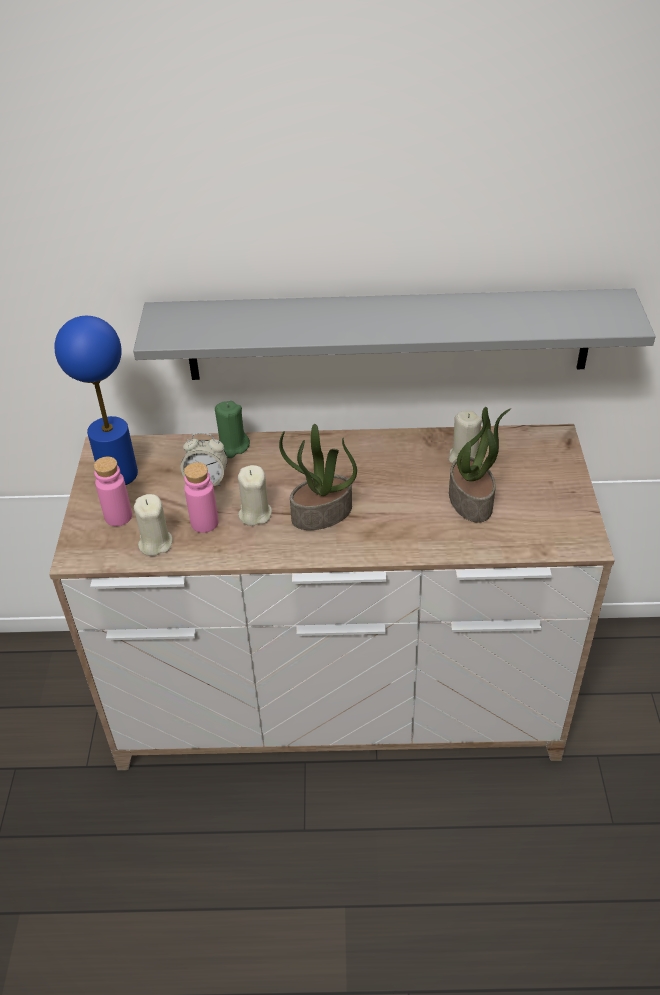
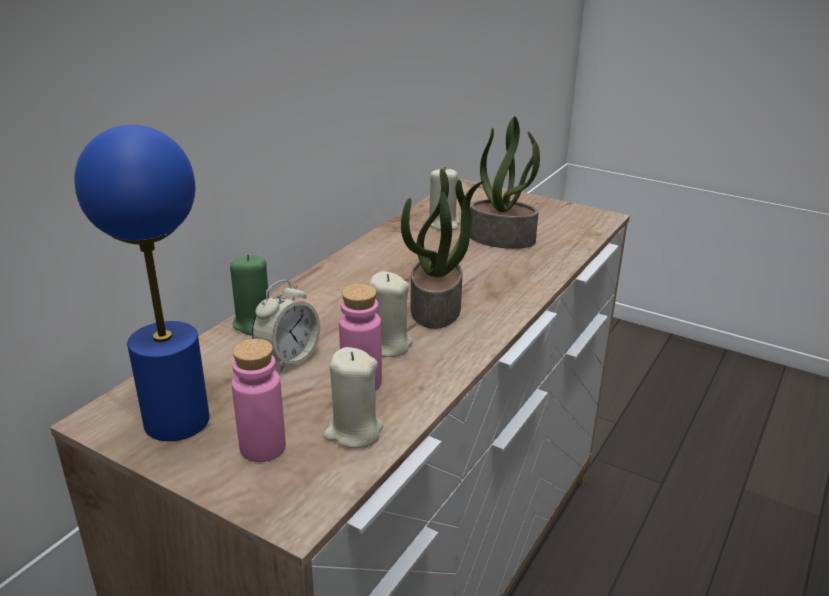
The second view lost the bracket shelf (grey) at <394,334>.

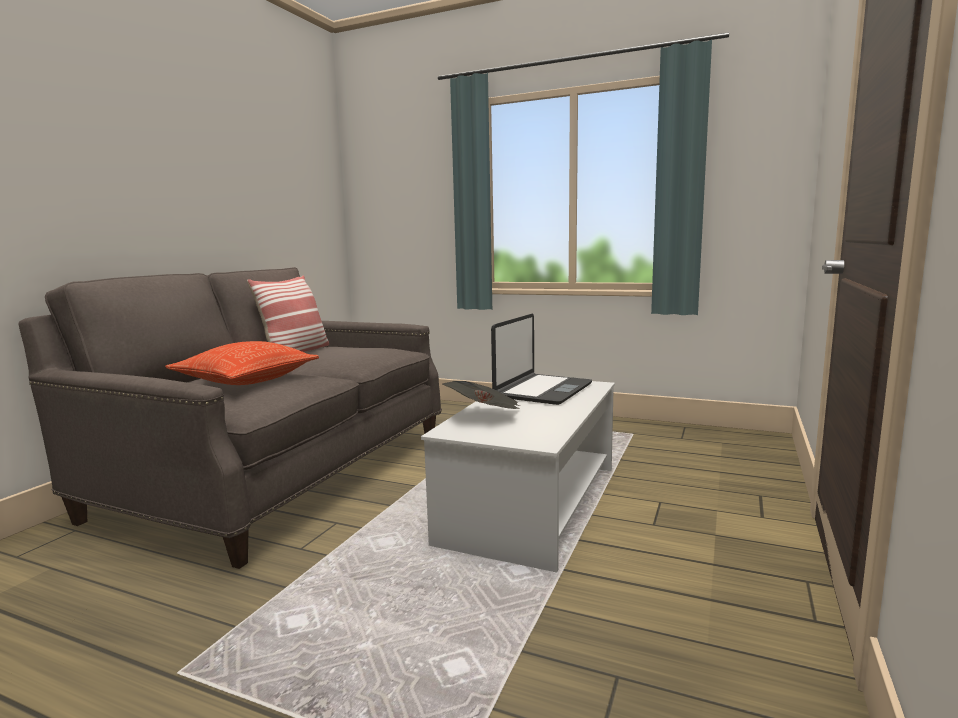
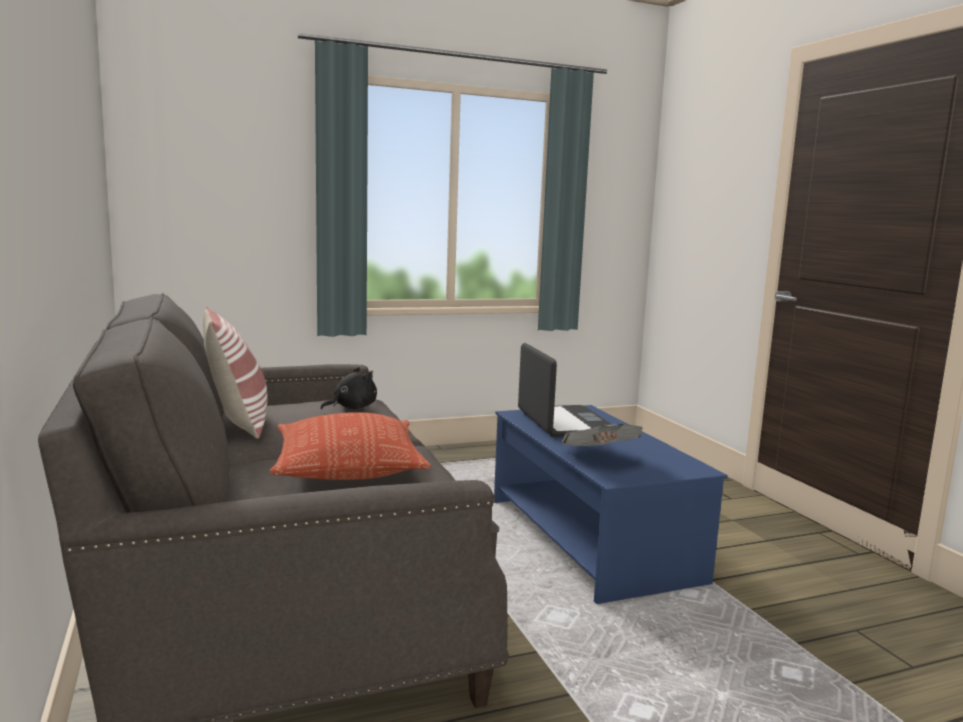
What was the low table (whitish) at <518,477> turned into the low table (bluish) at <611,504>. The second view gained the plush toy (black) at <348,388>.

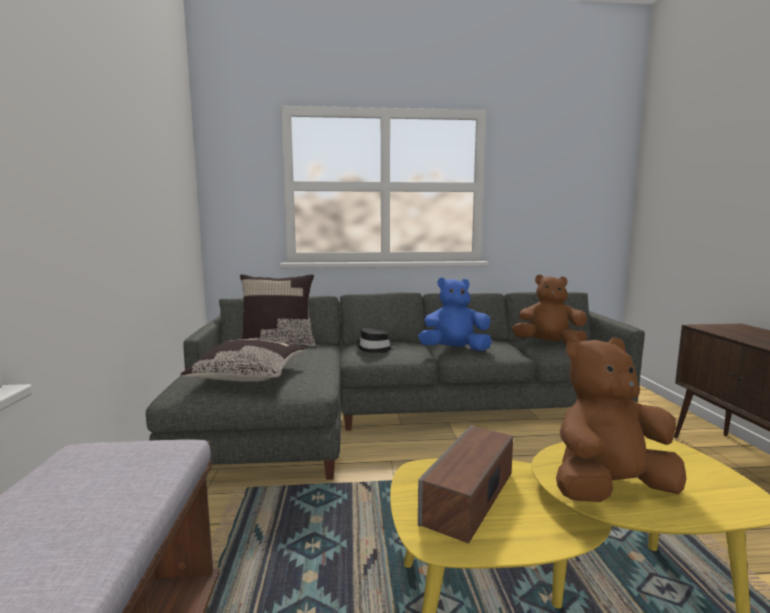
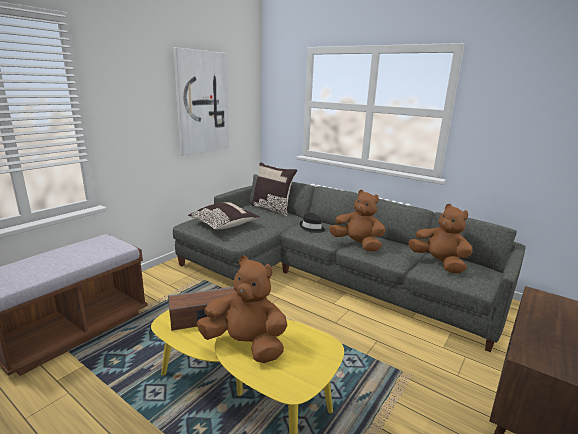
What was the plush toy (bluish) at <455,314> turned into the plush toy (brownish) at <357,221>. The second view gained the picture at <201,101>.

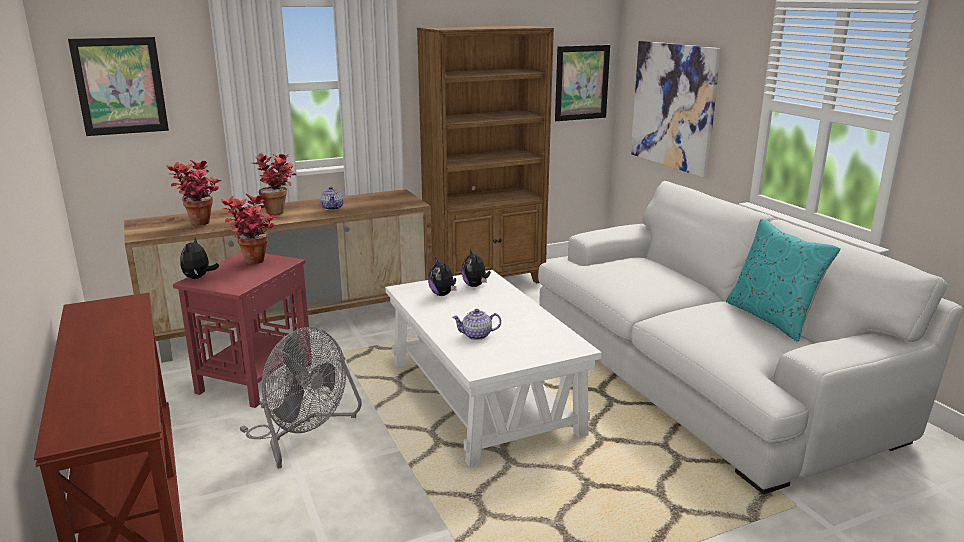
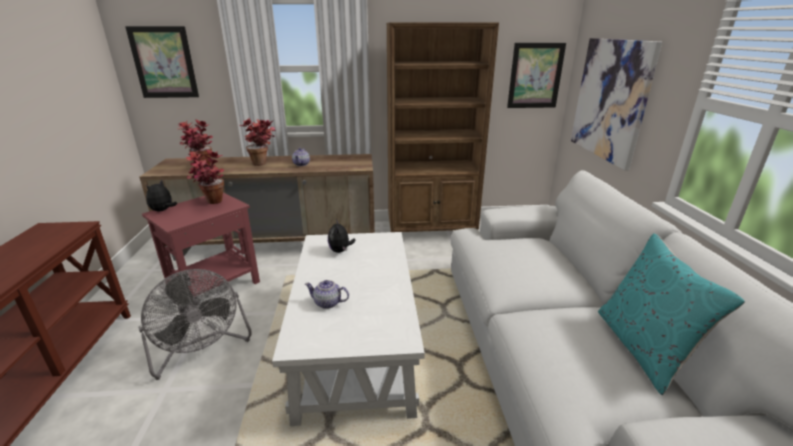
The second view lost the plush toy at <476,268>.

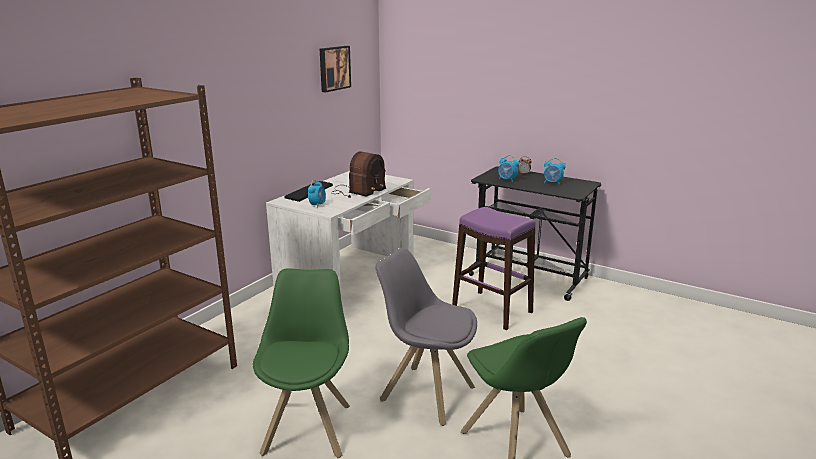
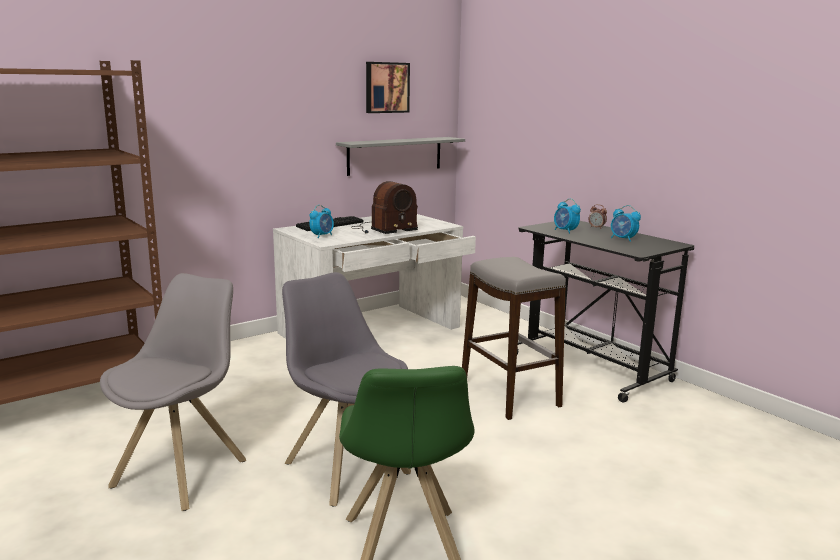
What was the stool (purplish) at <494,268> turned into the stool (grey) at <514,338>. What was the upright chair (greenish) at <301,363> turned into the upright chair (grey) at <173,392>. The second view gained the bracket shelf (grey) at <400,156>.

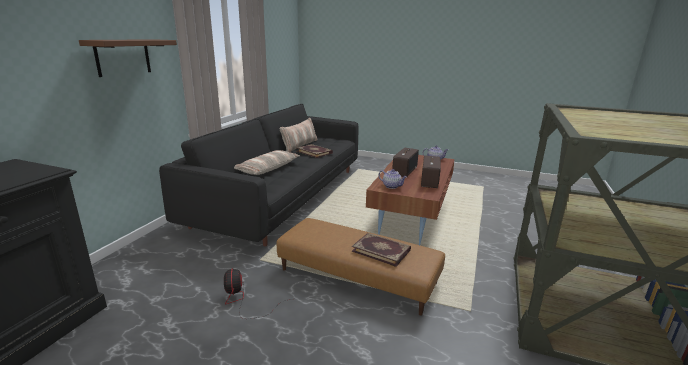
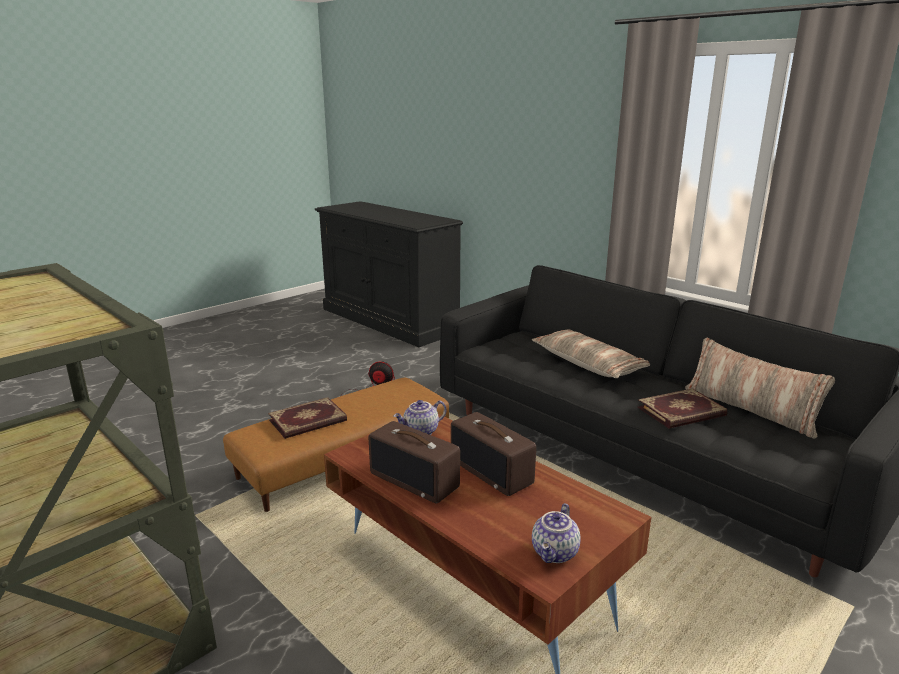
The second view lost the bracket shelf (brownish) at <128,58>.

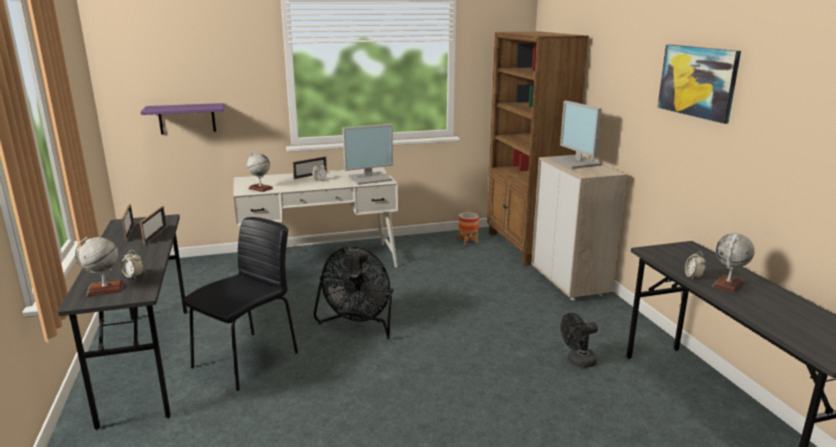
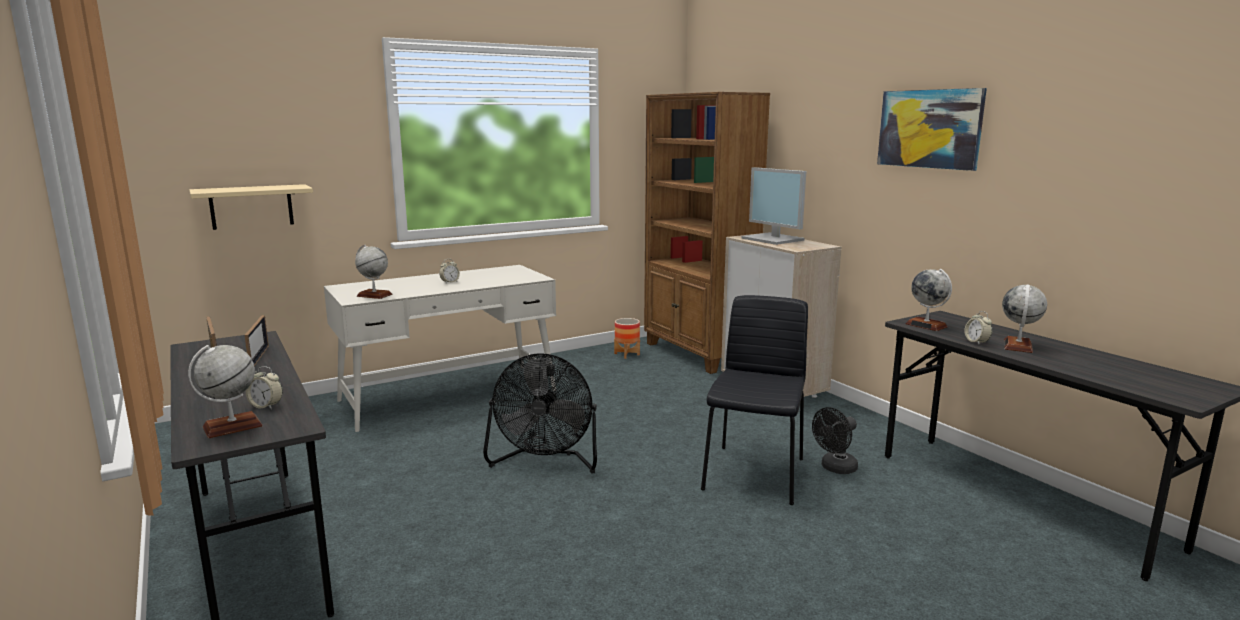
What was the bracket shelf (purplish) at <182,119> turned into the bracket shelf (sand-coloured) at <251,207>. The second view lost the monitor at <368,154>. The second view lost the photo frame at <310,167>. The upright chair (black) ended up elsewhere, having gone from <240,304> to <754,400>. The second view gained the desk globe at <928,300>.

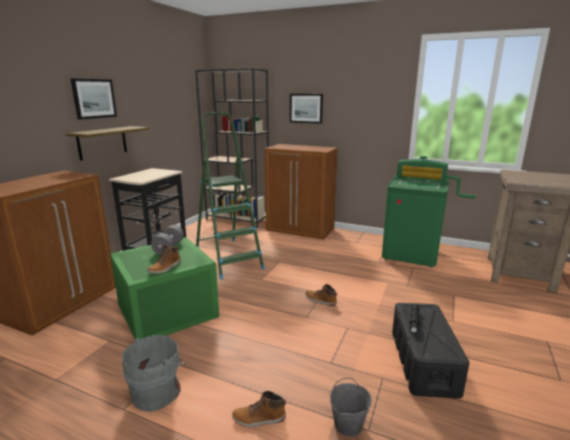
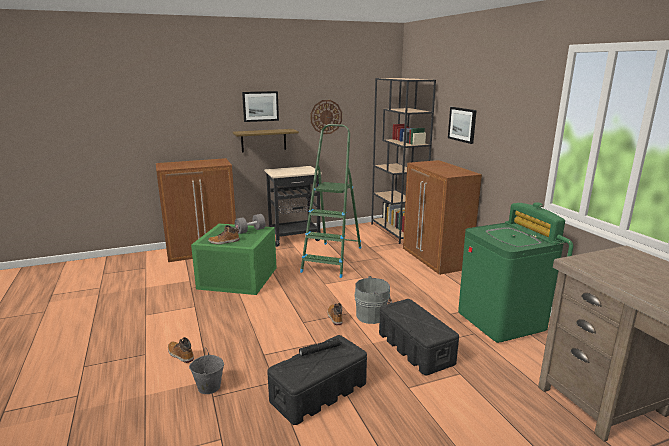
The water bucket (grey) ended up elsewhere, having gone from <154,373> to <373,300>. The second view gained the hanging clock at <326,117>. The second view gained the storage container (black) at <419,337>.

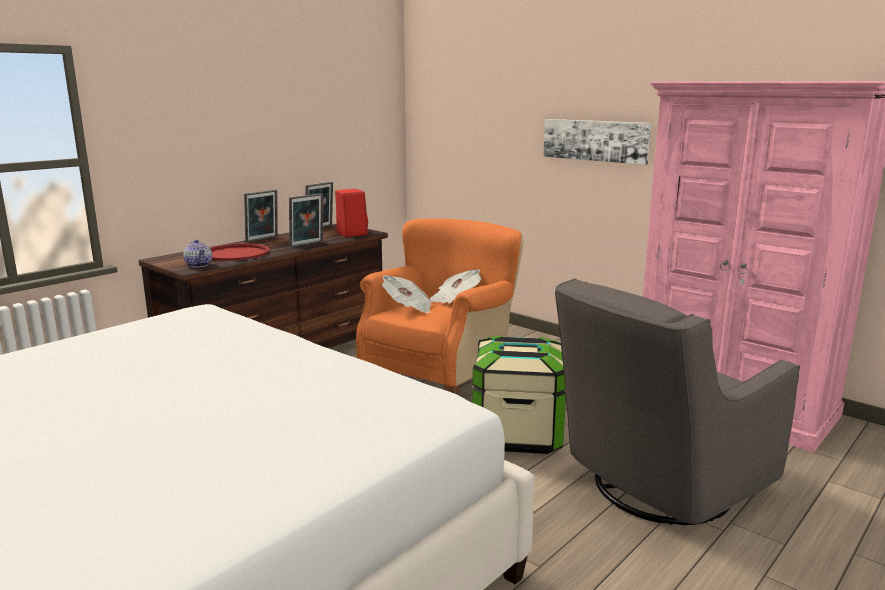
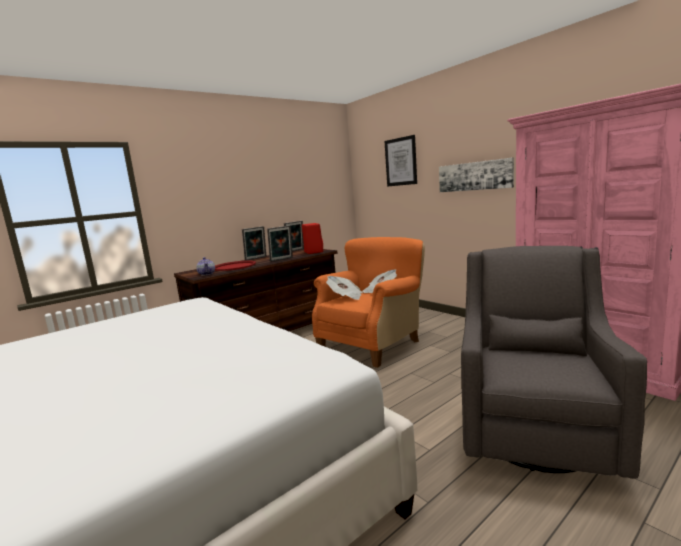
The armchair (grey) at <677,402> ended up facing another way, 135 degrees clockwise from before. The second view lost the storage container at <519,394>. The second view gained the picture at <401,161>.

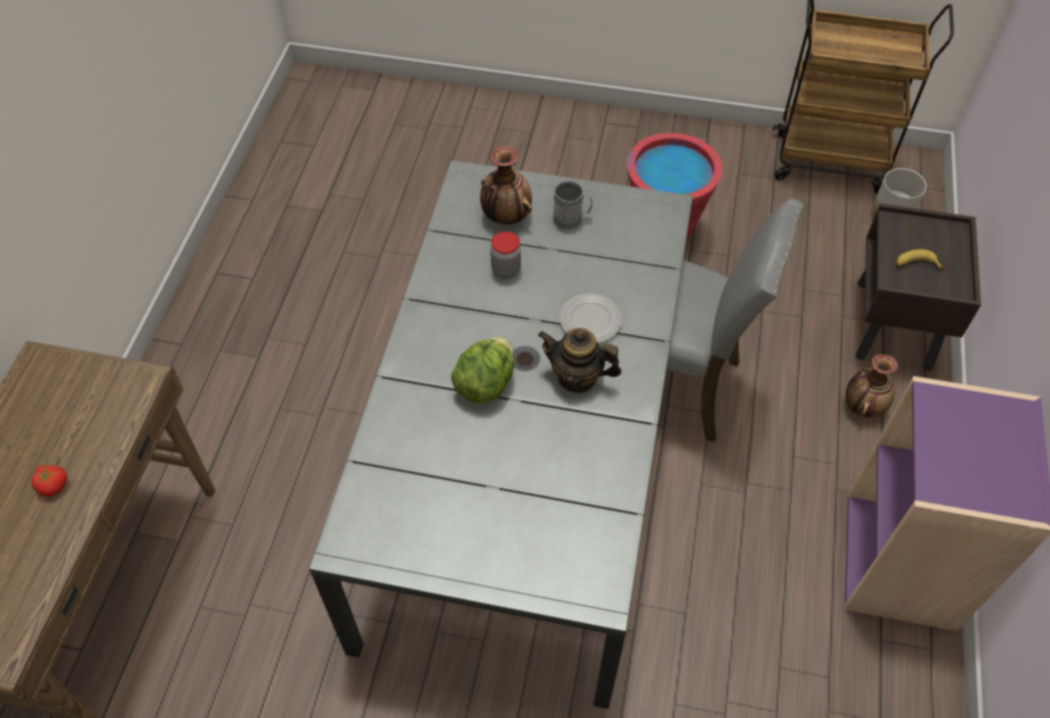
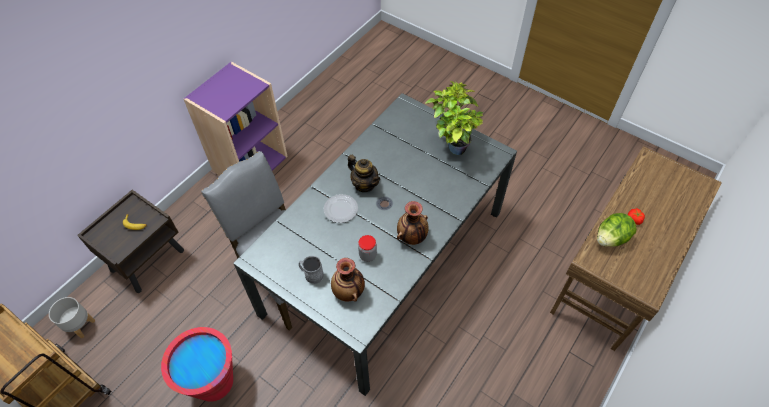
The lettuce ended up elsewhere, having gone from <482,370> to <617,230>. The flower vase ended up elsewhere, having gone from <872,386> to <413,223>. The second view gained the houseplant at <455,118>.

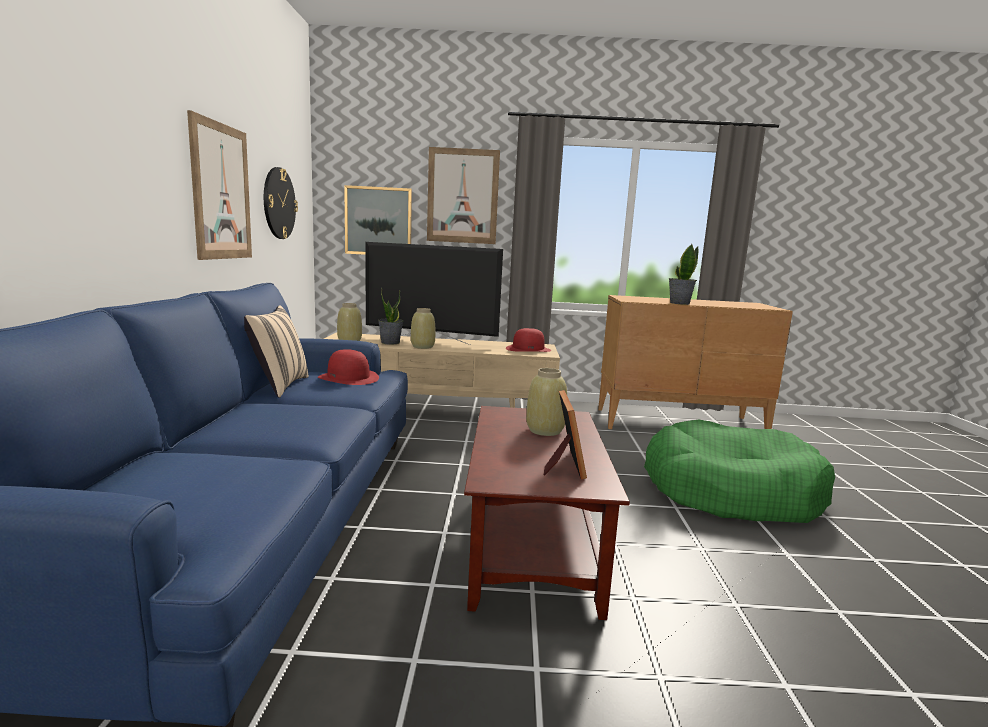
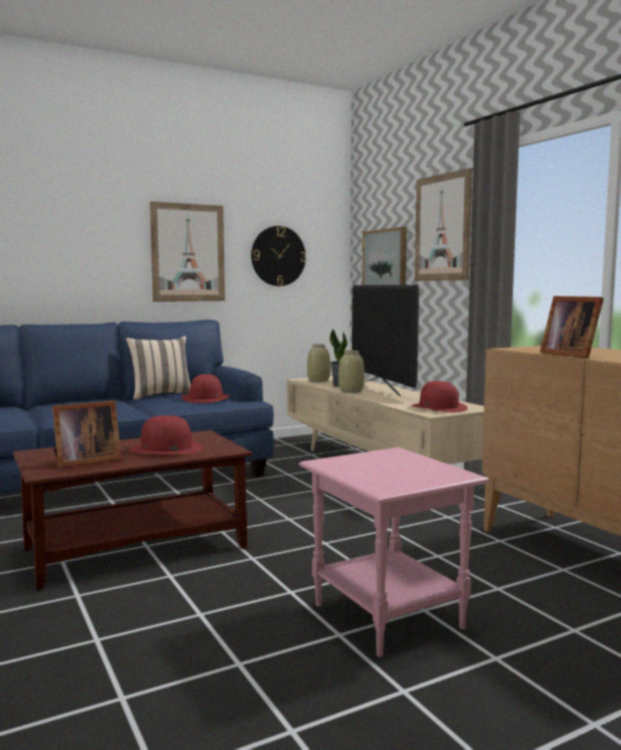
Where the houseplant stood at <684,274>, the photo frame came to stand at <572,327>. Where the flower vase (sand-coloured) stood at <546,402>, the wearable hat (red) came to stand at <166,435>. Where the dog bed (greenish) stood at <739,471>, the side table (pinkish) came to stand at <394,552>.

